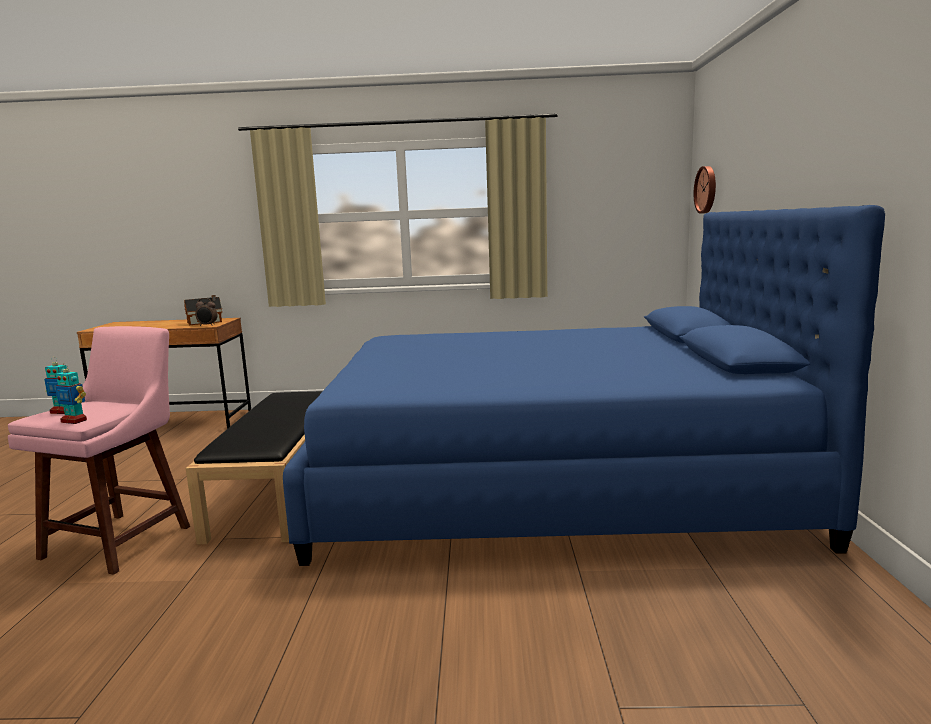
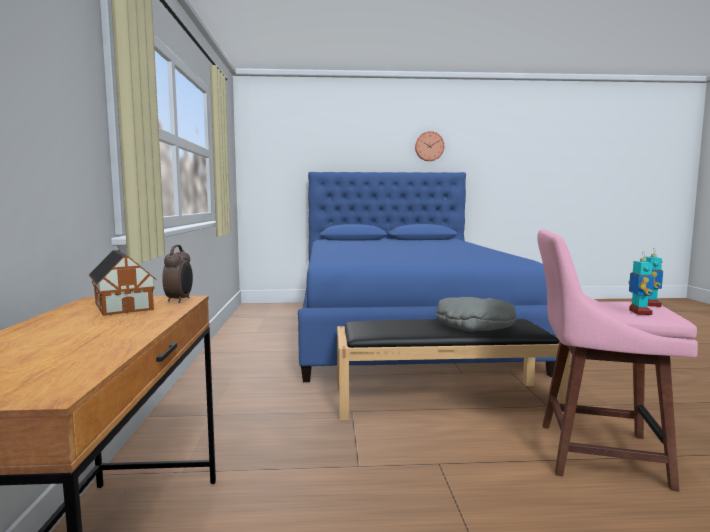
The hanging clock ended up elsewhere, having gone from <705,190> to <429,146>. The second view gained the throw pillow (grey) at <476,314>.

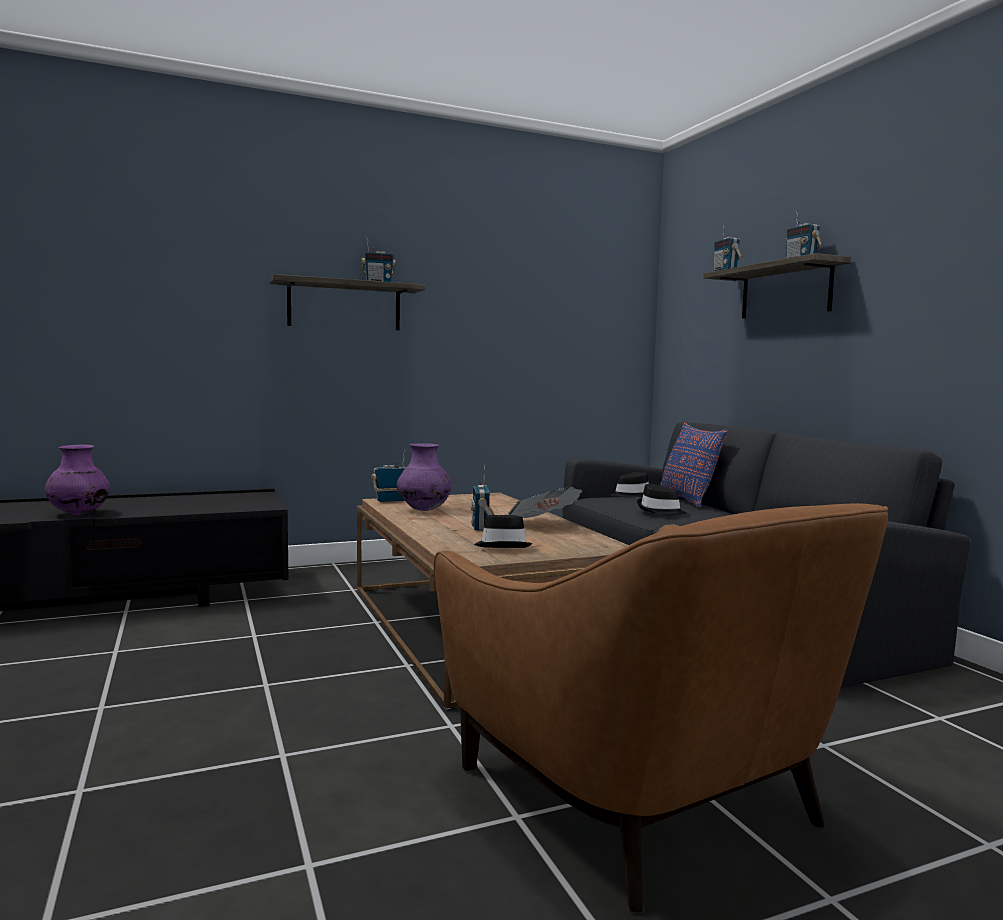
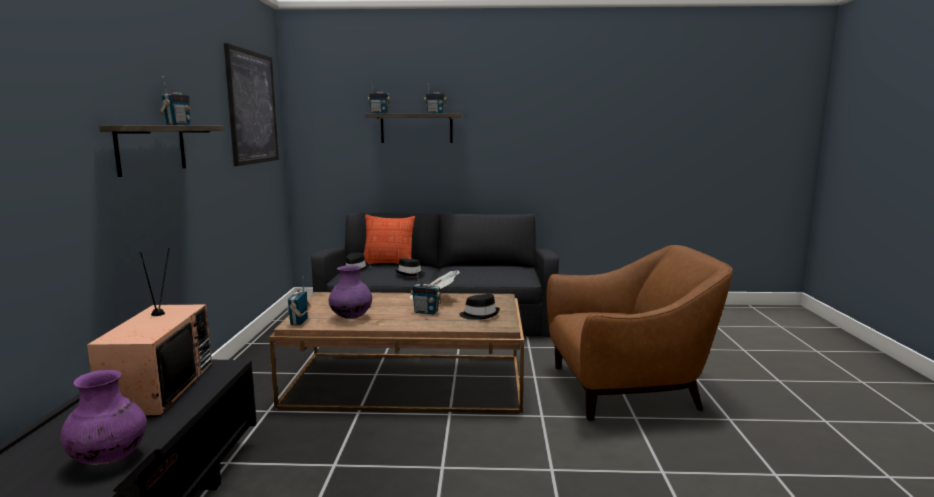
What was the throw pillow (bluish) at <693,465> turned into the throw pillow (orangey) at <389,239>. The second view gained the picture at <251,104>. The second view gained the television at <149,332>.

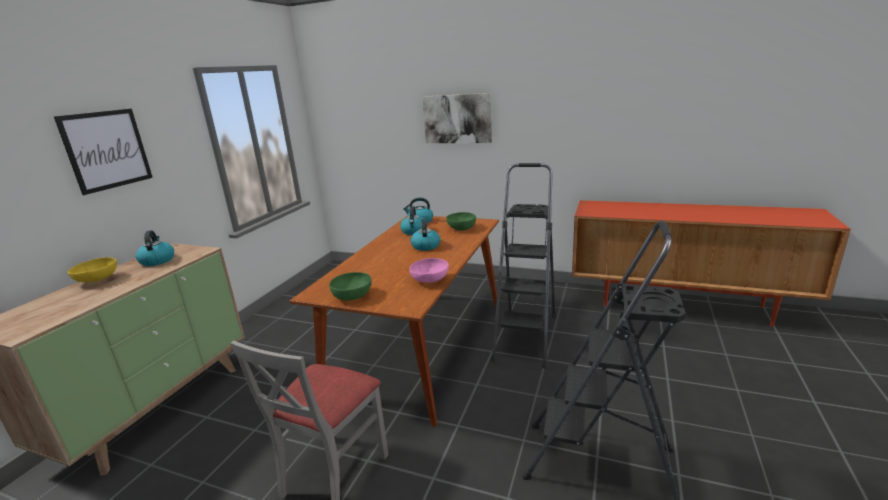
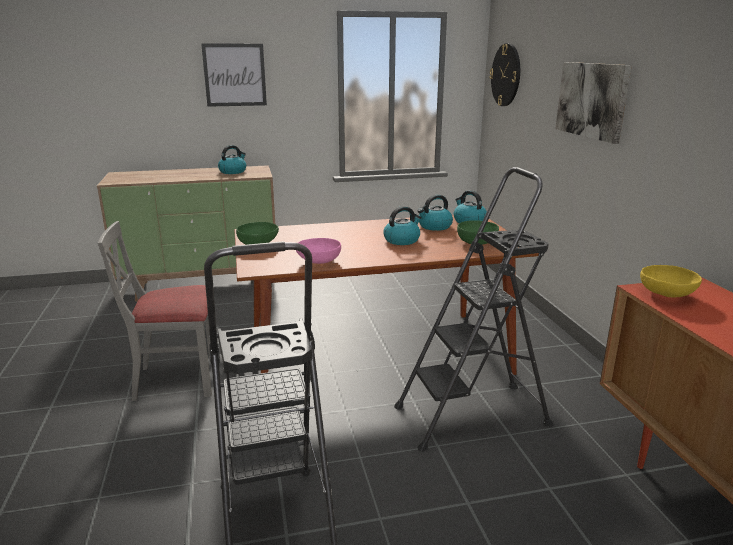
The deep dish (yellow) ended up elsewhere, having gone from <92,270> to <671,281>. The second view gained the hanging clock at <504,74>.

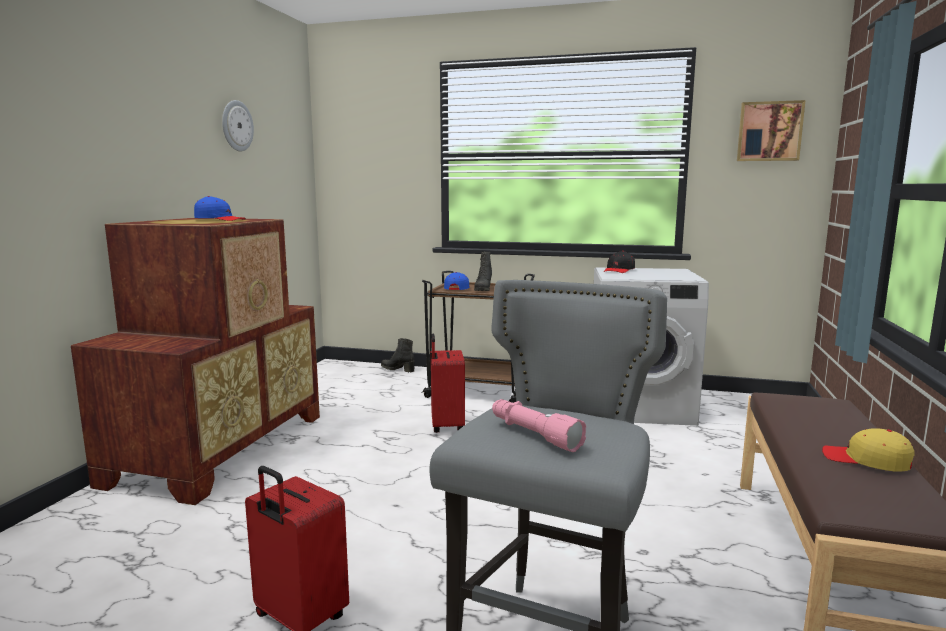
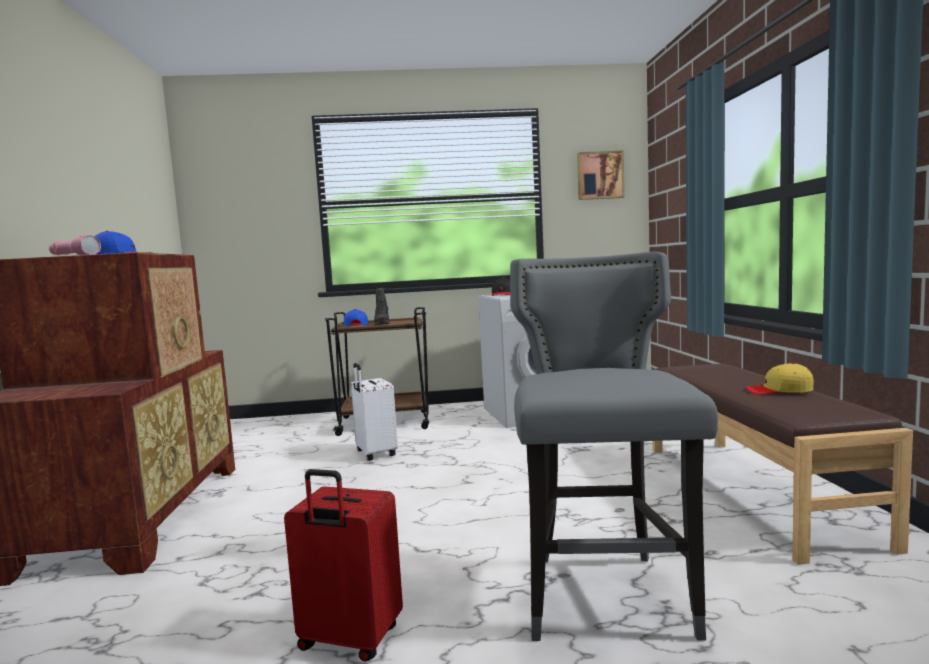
The second view lost the hanging clock at <238,125>. What was the travel case (red) at <448,383> turned into the travel case (whitish) at <374,412>. The second view lost the high-top boot (black) at <398,355>. The torch (pinkish) ended up elsewhere, having gone from <539,425> to <75,245>.

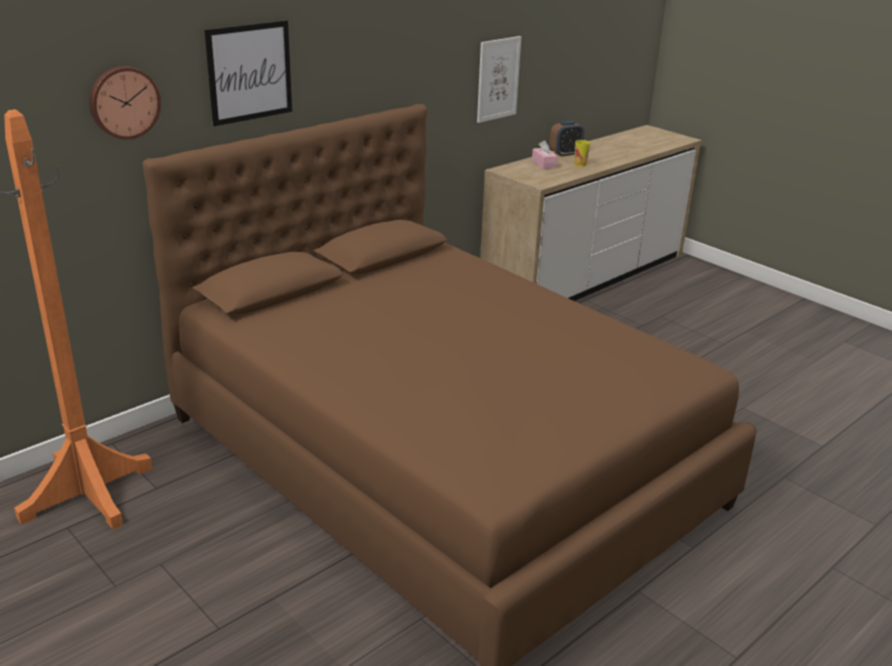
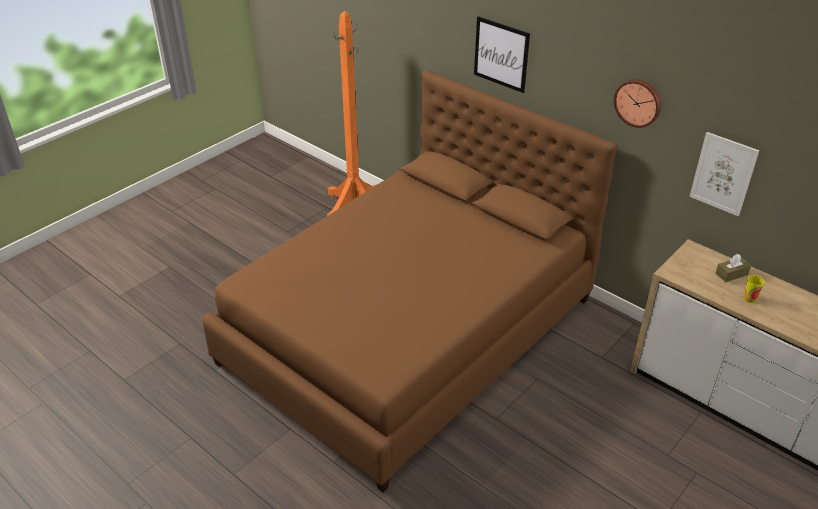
The hanging clock ended up elsewhere, having gone from <125,103> to <637,103>. The second view lost the table clock at <567,139>. What was the box of tissues (pinkish) at <545,154> turned into the box of tissues (brownish) at <733,268>.

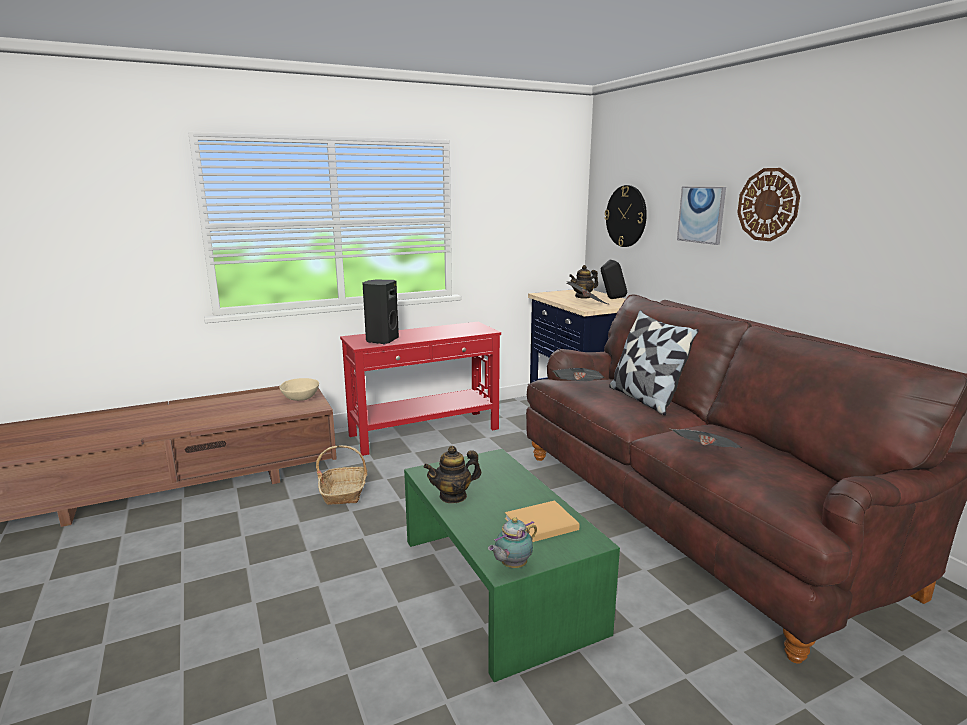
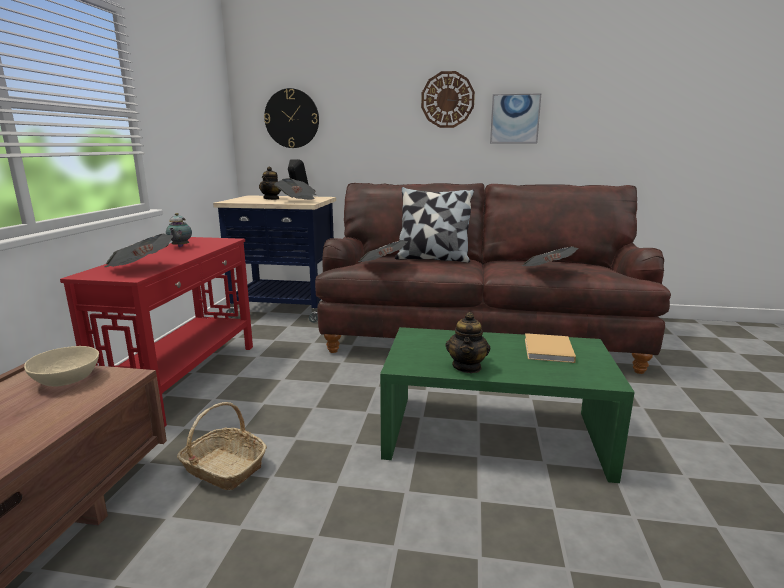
The picture ended up elsewhere, having gone from <701,216> to <515,118>. Where the speaker (black) stood at <380,312>, the daily paper came to stand at <138,250>. The teapot ended up elsewhere, having gone from <512,542> to <179,230>.

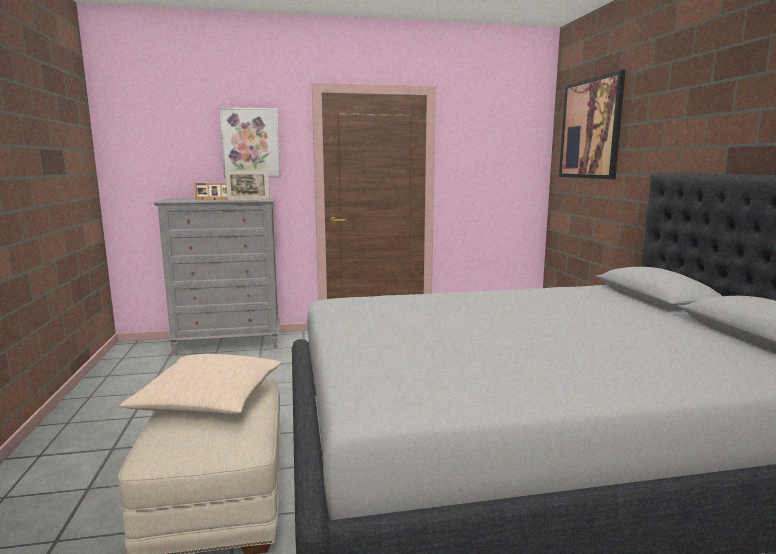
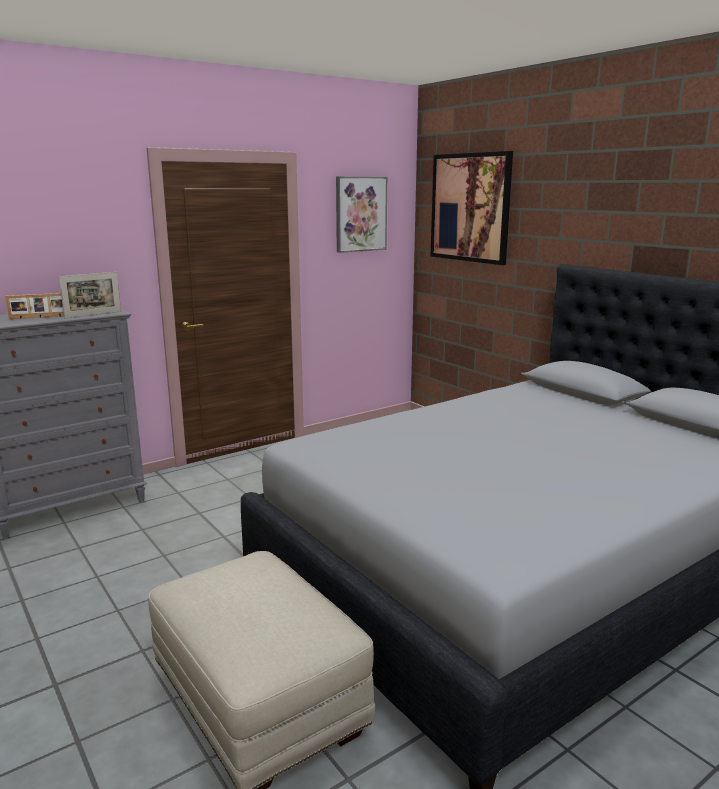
The picture ended up elsewhere, having gone from <250,142> to <361,214>. The second view lost the throw pillow (sand-coloured) at <201,384>.

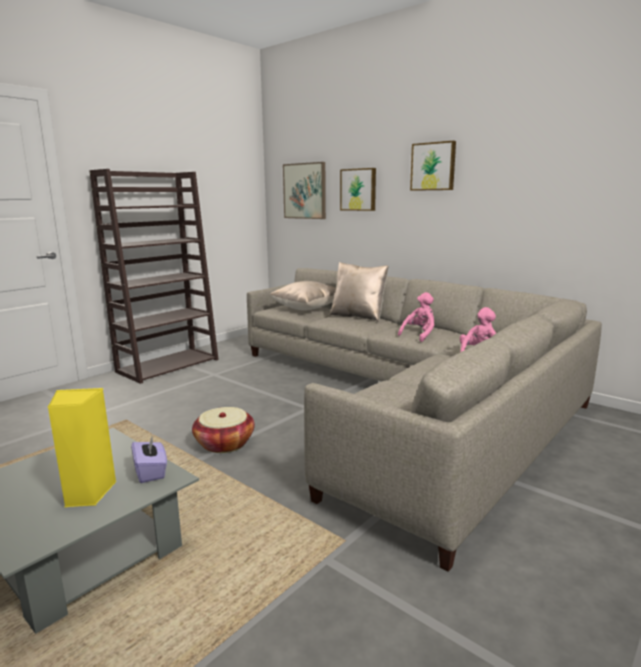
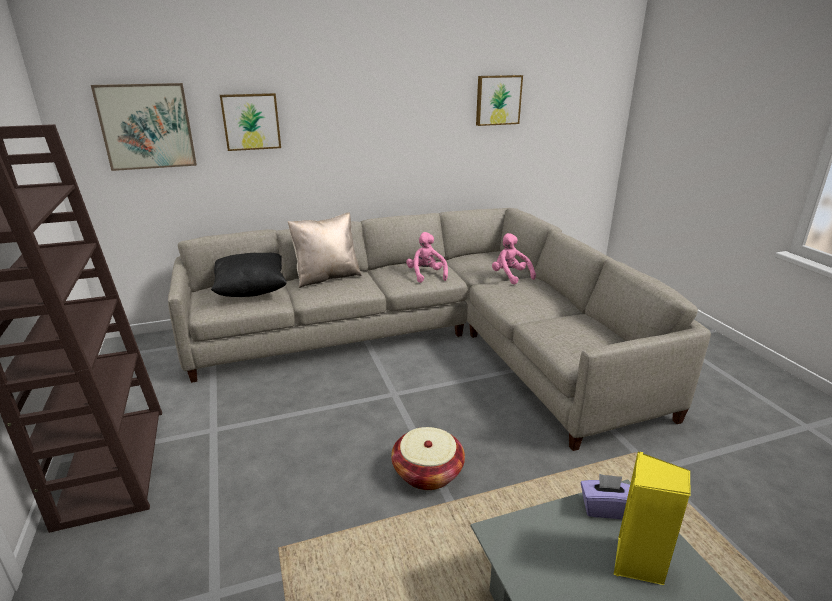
The picture ended up elsewhere, having gone from <433,166> to <499,100>. What was the throw pillow (sand-coloured) at <303,295> turned into the throw pillow (black) at <249,275>.

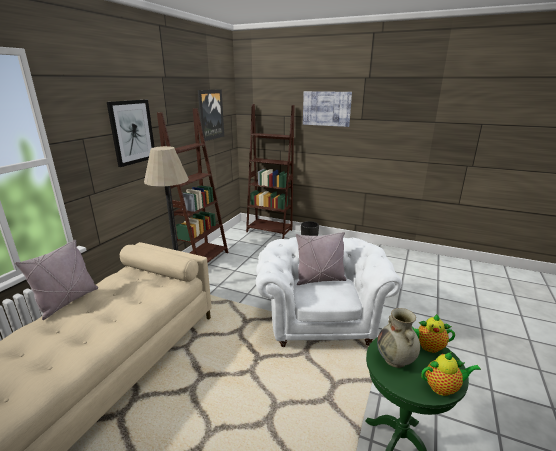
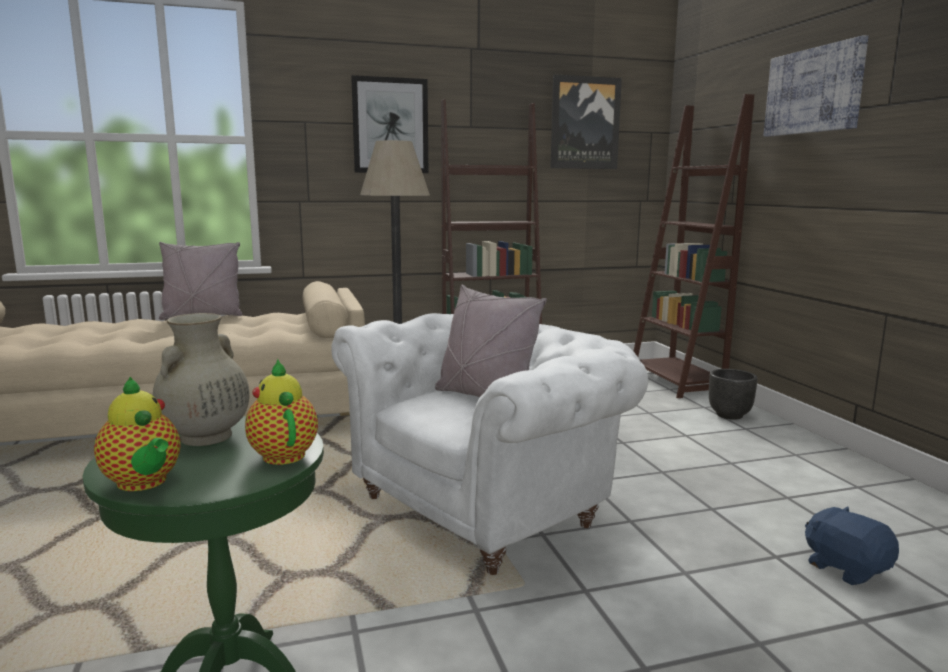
The second view gained the plush toy (bluish) at <852,546>.

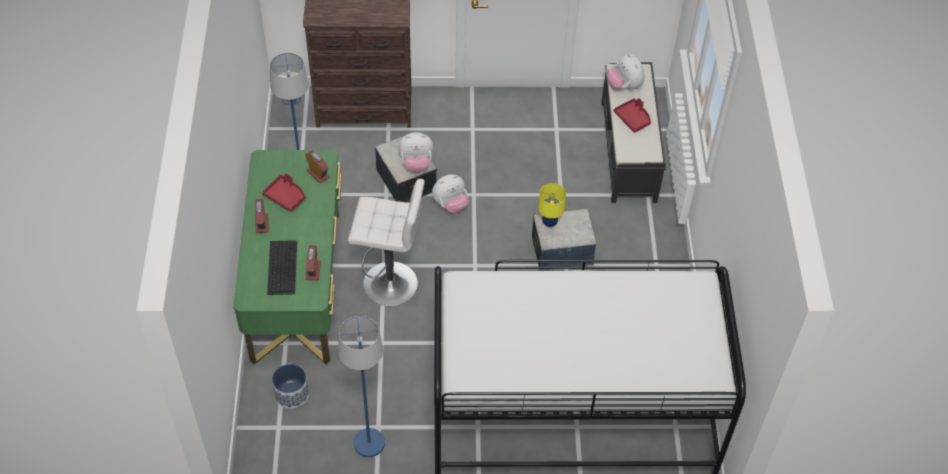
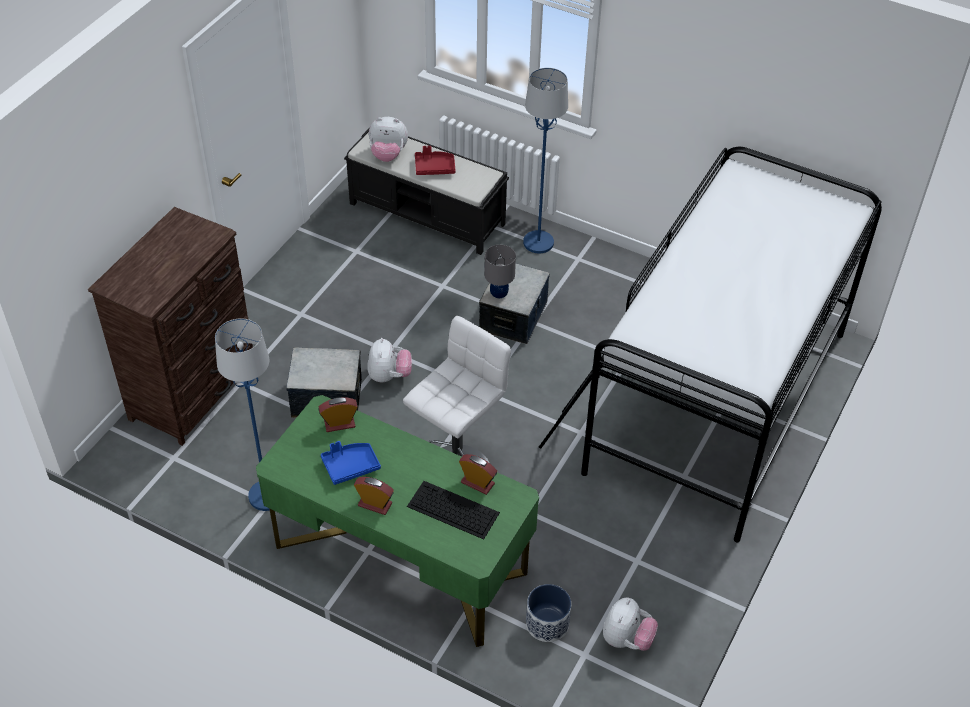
The plush toy ended up elsewhere, having gone from <415,152> to <630,624>. What was the carrying tray (red) at <284,192> turned into the carrying tray (bluish) at <351,463>. What was the lamp for a table (yellow) at <552,205> turned into the lamp for a table (grey) at <500,271>. The floor lamp (bluish) ended up elsewhere, having gone from <361,386> to <545,160>.

